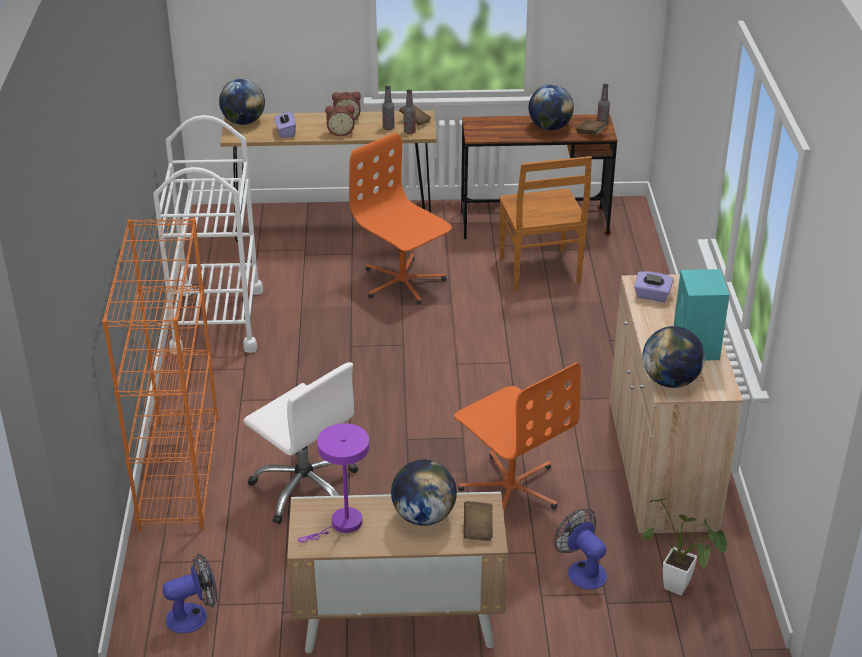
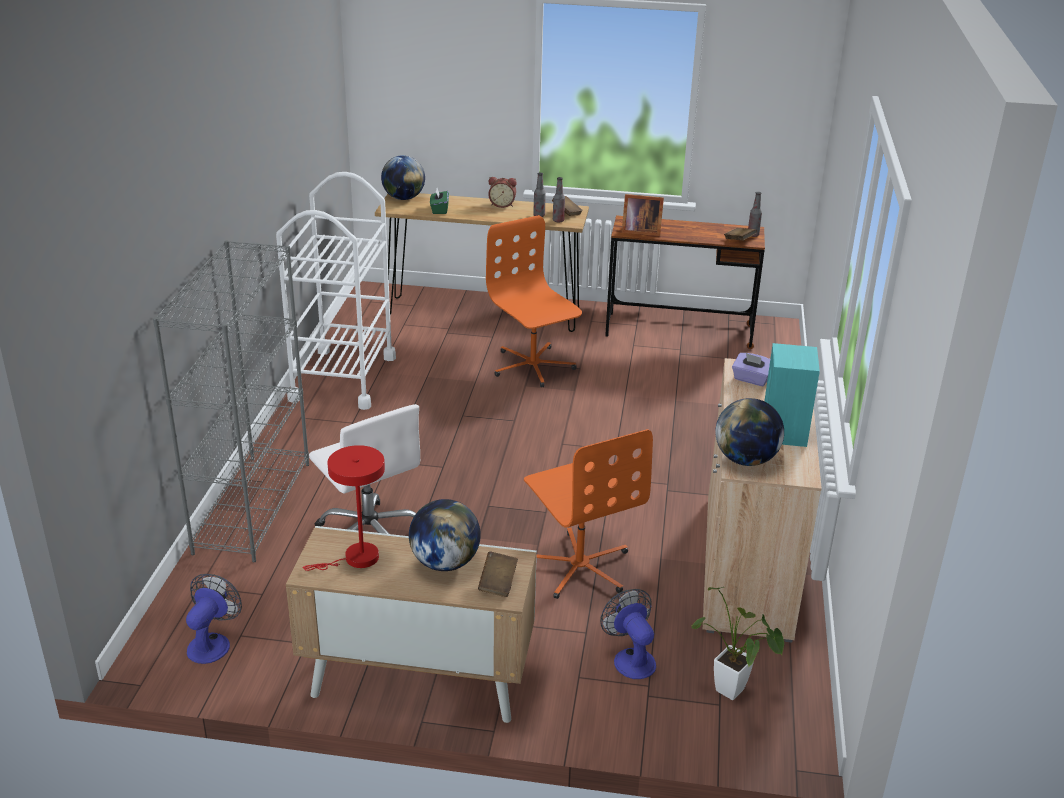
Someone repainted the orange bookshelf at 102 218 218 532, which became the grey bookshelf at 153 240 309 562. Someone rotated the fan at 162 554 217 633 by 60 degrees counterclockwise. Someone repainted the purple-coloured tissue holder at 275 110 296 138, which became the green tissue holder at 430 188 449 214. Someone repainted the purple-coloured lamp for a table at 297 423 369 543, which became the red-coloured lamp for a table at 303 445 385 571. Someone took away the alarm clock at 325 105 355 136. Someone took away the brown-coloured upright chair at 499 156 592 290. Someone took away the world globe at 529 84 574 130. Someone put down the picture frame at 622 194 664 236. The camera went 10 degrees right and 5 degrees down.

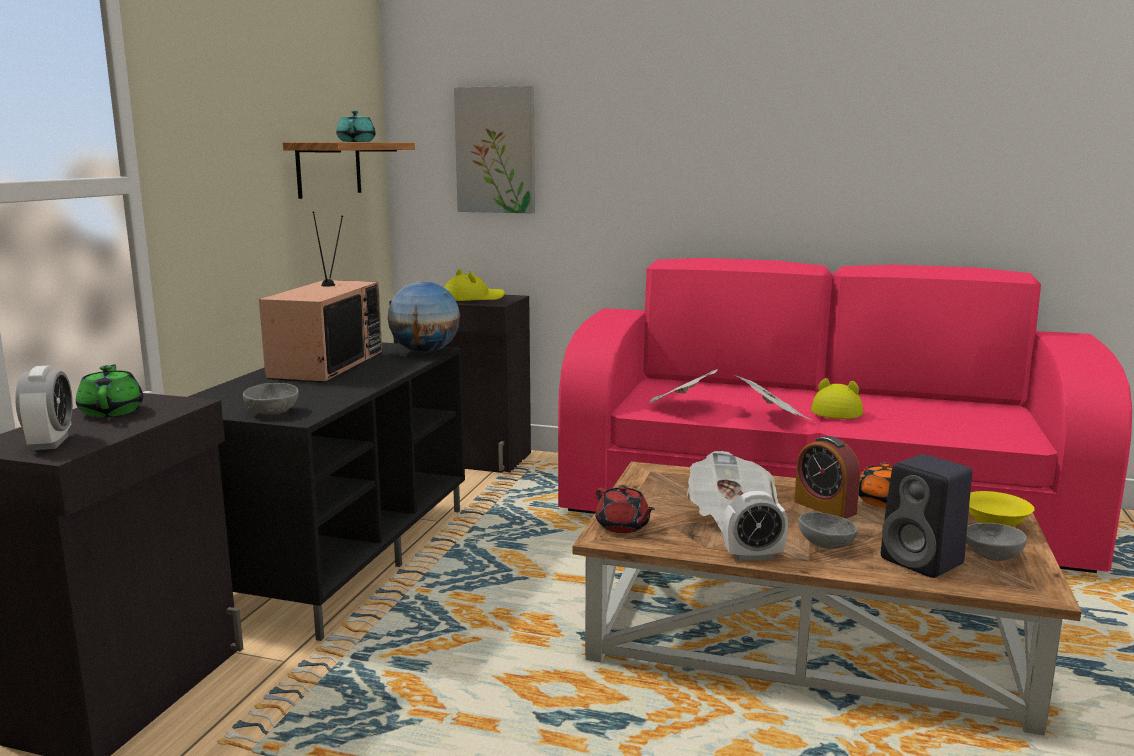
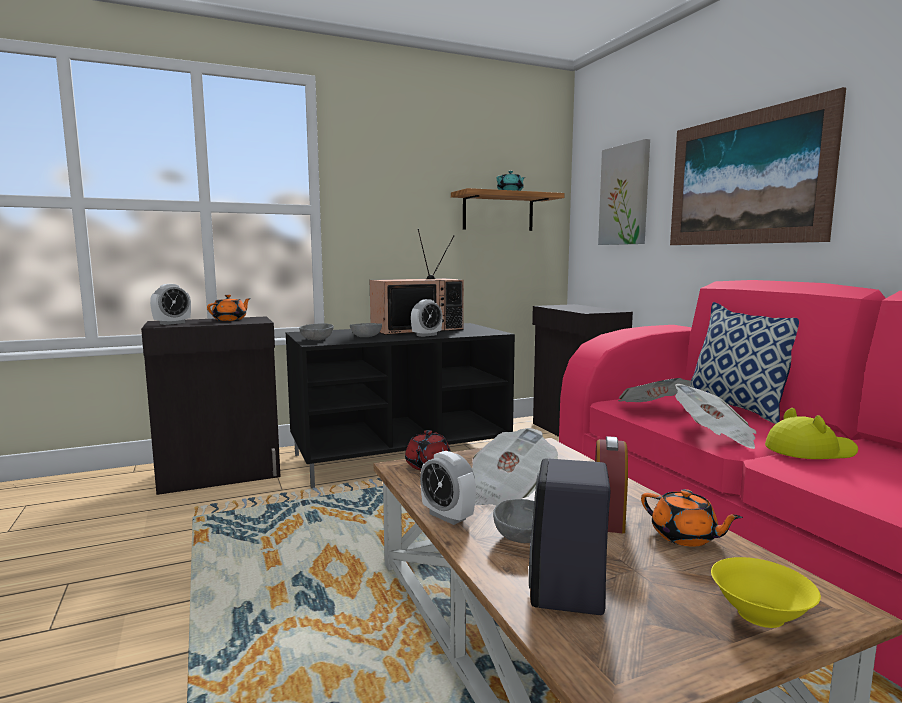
Someone repainted the green teapot at 76 364 143 417, which became the orange teapot at 207 295 251 321. Someone took away the world globe at 388 281 460 353. Someone took away the yellowish clothing hat at 444 269 505 301. Someone carried the grey bowl from 966 523 1027 561 to 350 323 382 337. Someone put down the alarm clock at 411 299 442 337. Someone put up the picture at 670 87 846 245. Someone put down the pillow at 690 302 799 424. The camera went 50 degrees right and 5 degrees down.

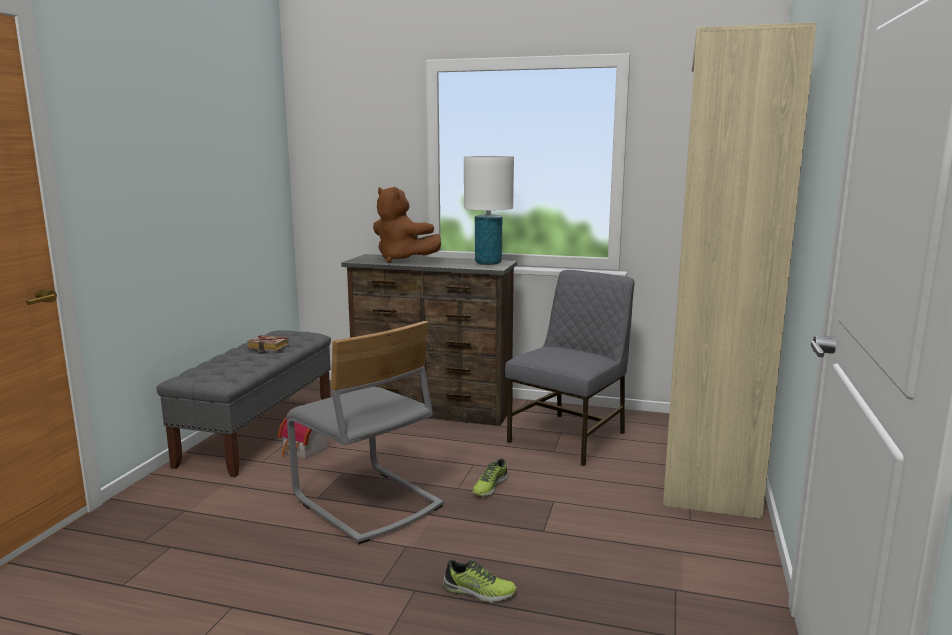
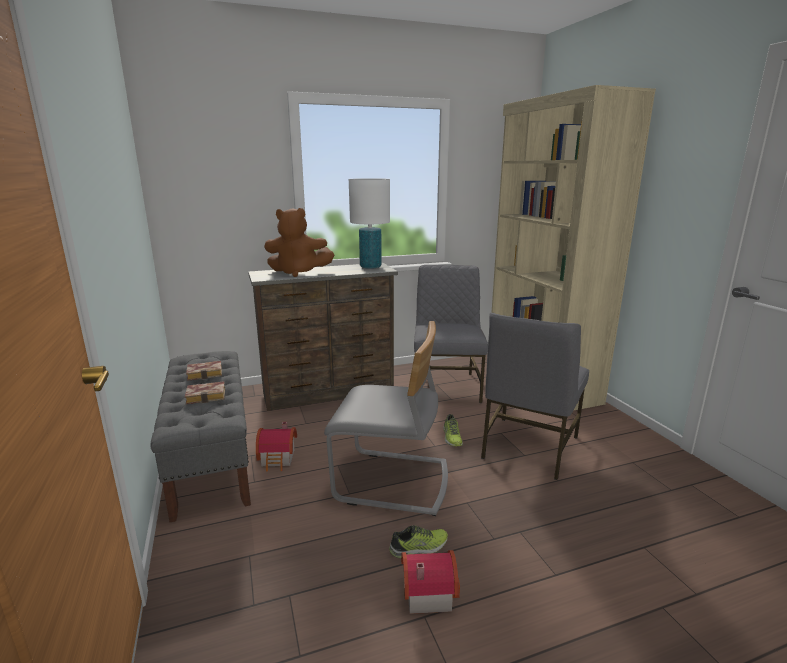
Someone carried the low shoe from 443 560 516 602 to 389 525 448 558. Someone put down the volume at 185 381 225 404. Someone put down the miniature house at 401 550 460 614. Someone put down the grey upright chair at 481 313 589 480. The camera went 35 degrees left and 5 degrees up.

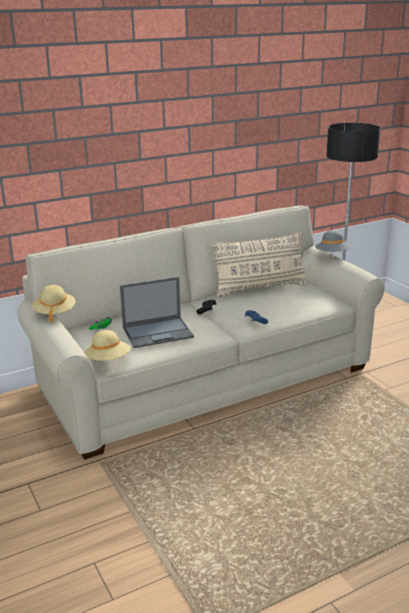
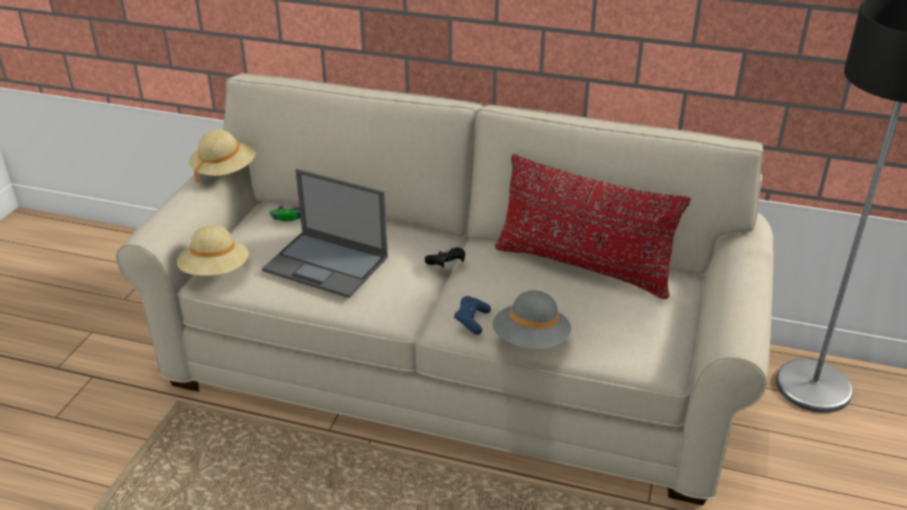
Someone repainted the beige-coloured pillow at 212 232 308 297, which became the red-coloured pillow at 495 154 691 299. Someone carried the grey clothing hat from 315 230 352 252 to 493 290 571 350. The camera went 45 degrees right and 10 degrees up.

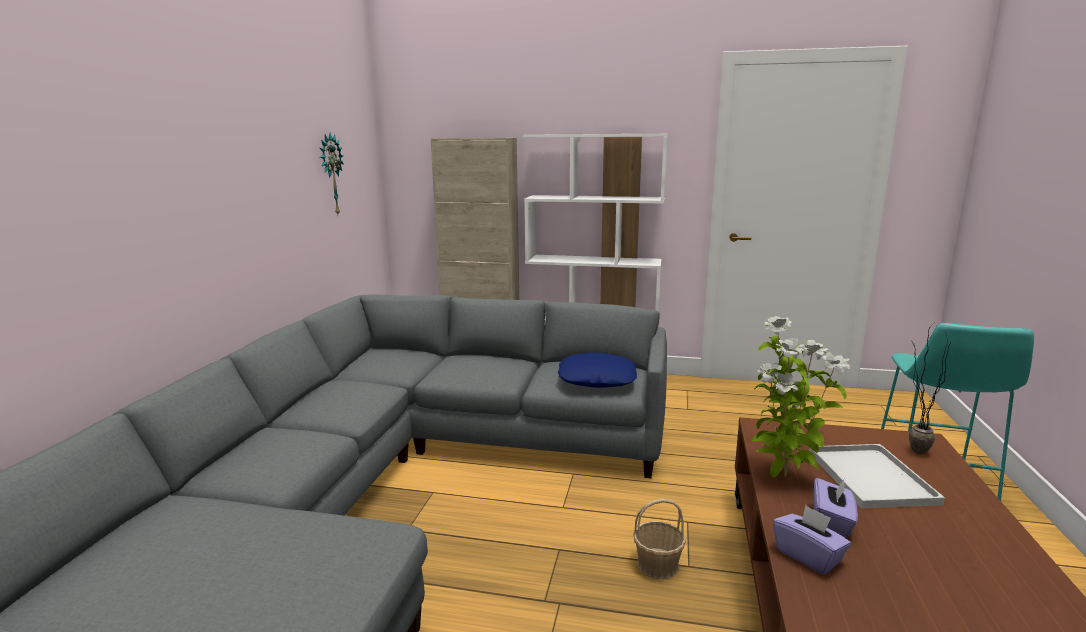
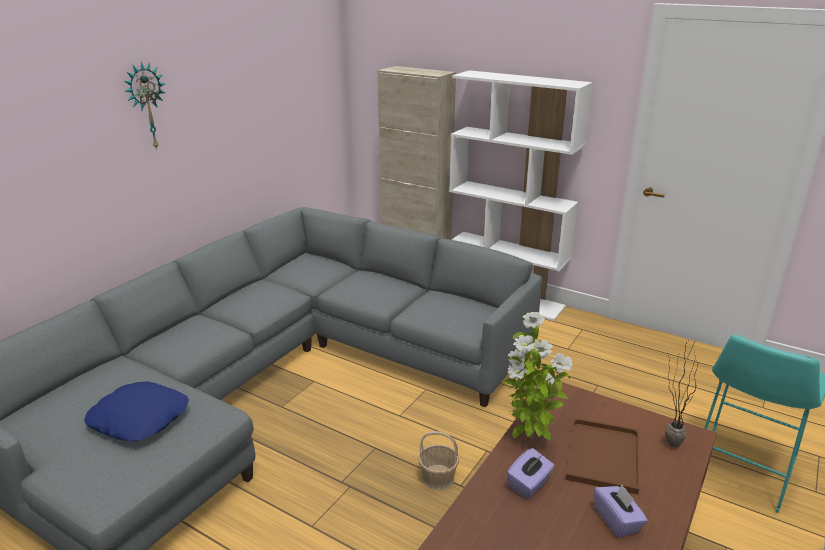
Someone carried the hanging clock from 320 133 344 214 to 124 62 166 150. Someone carried the blue-coloured pillow from 558 353 637 388 to 84 382 189 441. Someone carried the purple-coloured tissue holder from 773 505 851 575 to 594 485 648 538. Someone repainted the whitish carrying tray at 809 444 945 508, which became the brown-coloured carrying tray at 566 418 639 495. The camera went 20 degrees right and 10 degrees up.

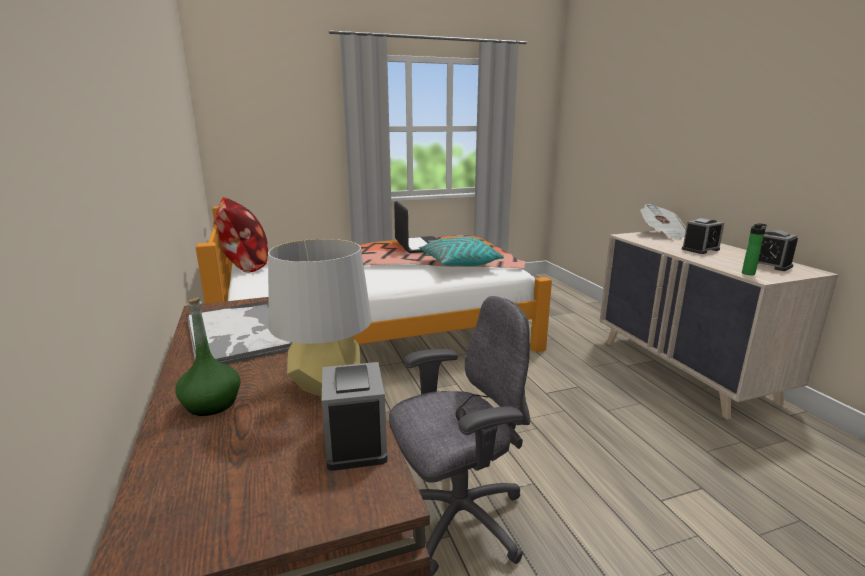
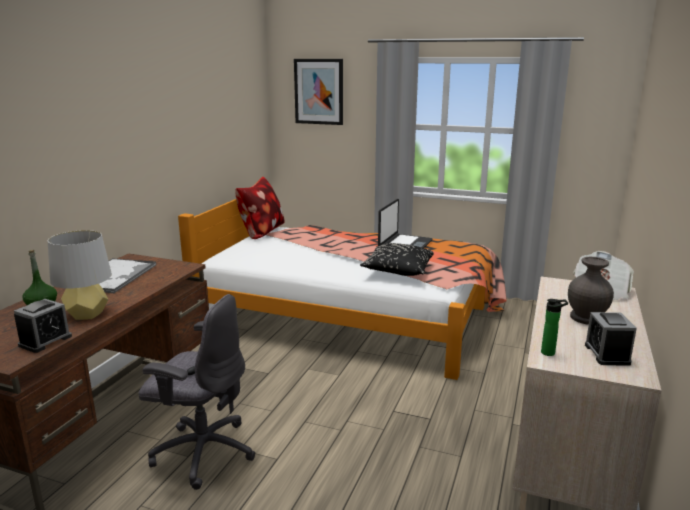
Someone repainted the turquoise pillow at 419 237 504 266, which became the black-coloured pillow at 360 243 434 276. Someone swapped the alarm clock at 682 218 724 254 for the grey vase at 568 257 614 325. Someone put up the picture at 294 59 343 125. The camera went 40 degrees right and 0 degrees up.

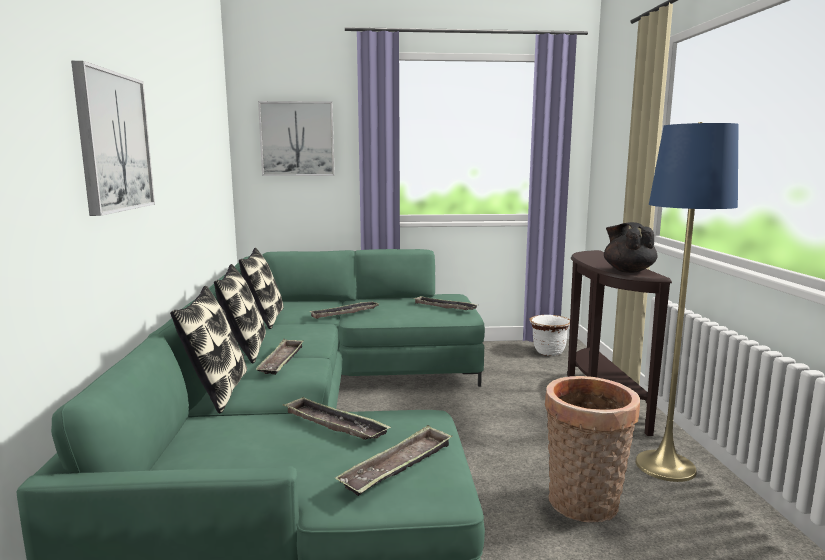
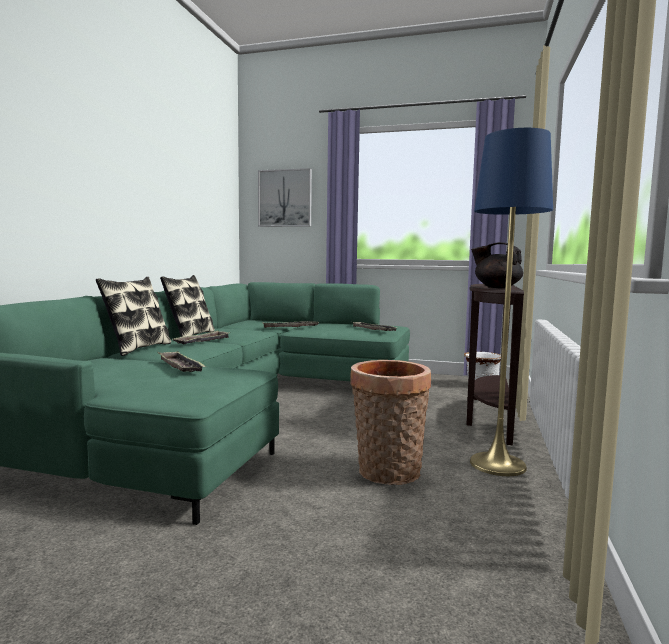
Someone took away the picture at 71 61 155 216. Someone took away the pillow at 239 248 284 329. Someone took away the carrying tray at 335 425 452 496. Someone rotated the black-coloured teapot at 604 222 657 273 by 60 degrees counterclockwise. The camera went 20 degrees right and 5 degrees down.

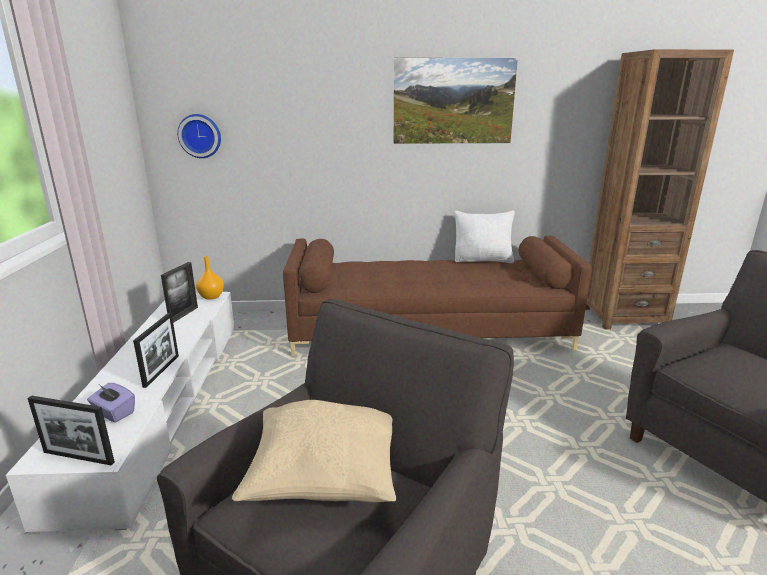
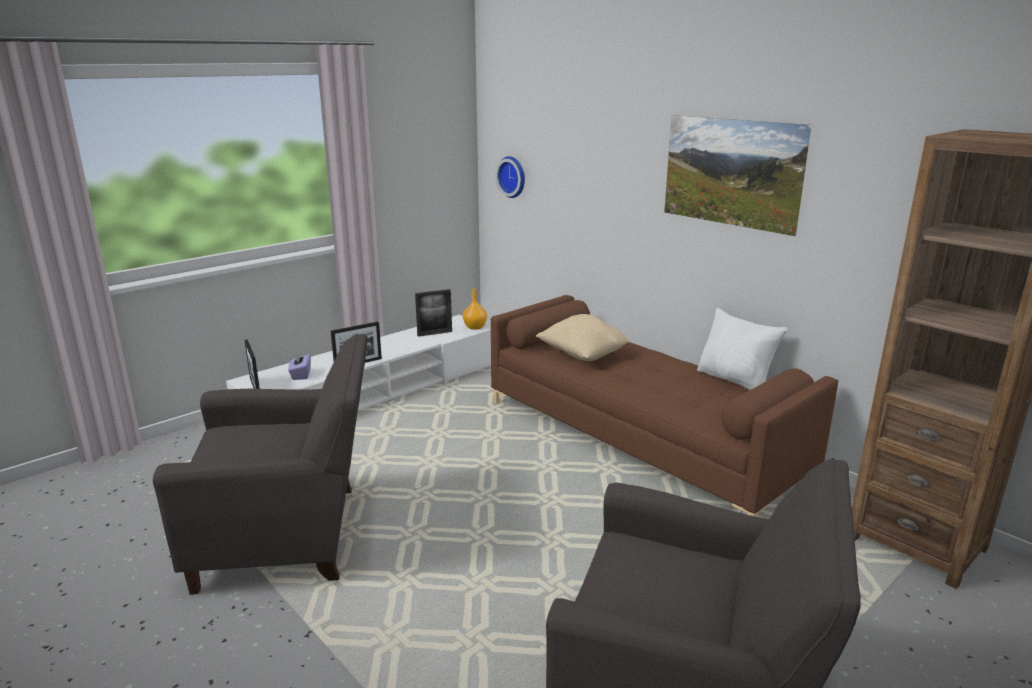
Someone carried the beige-coloured pillow from 232 400 396 503 to 536 314 631 361. The camera went 50 degrees right and 0 degrees up.

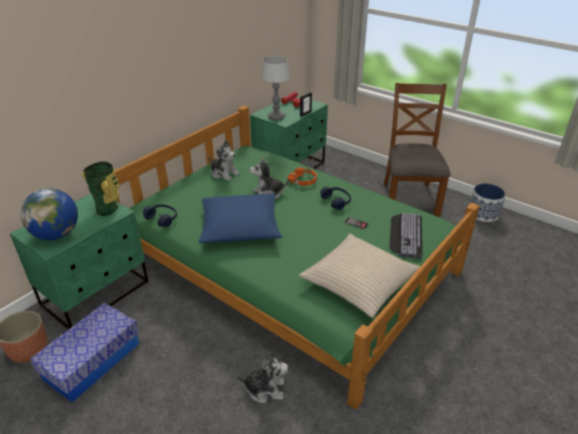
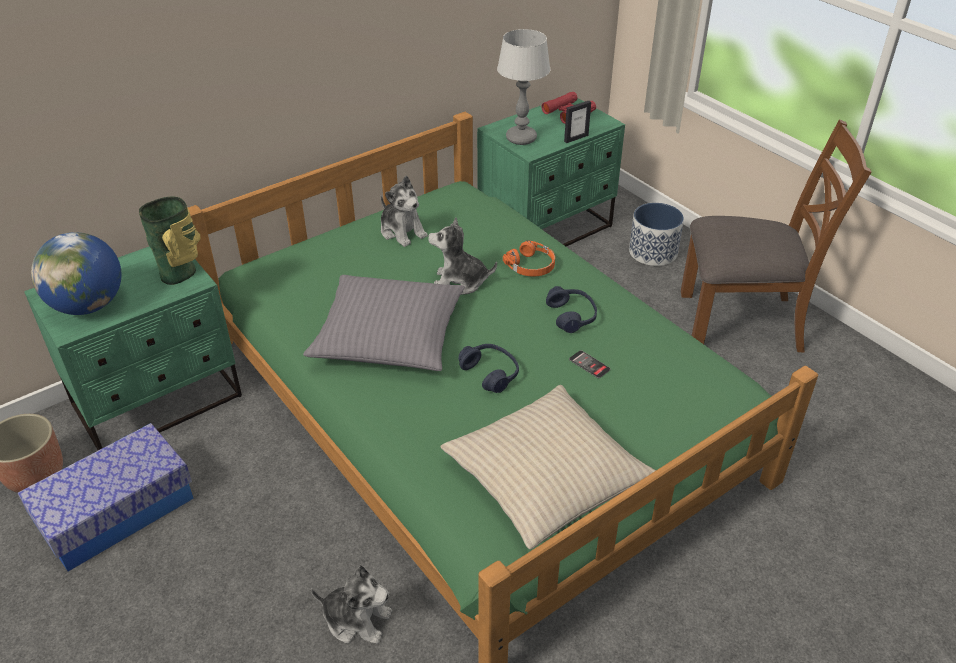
Someone carried the blue-coloured headphones from 143 204 177 227 to 458 344 519 393. Someone repainted the blue-coloured pillow at 198 194 282 243, which became the grey pillow at 303 275 465 371. Someone rotated the brown-coloured upright chair at 384 83 450 217 by 75 degrees clockwise. Someone took away the computer keyboard at 389 213 422 259. Someone carried the planter from 470 183 506 222 to 629 203 684 266. The camera went 15 degrees right and 5 degrees up.

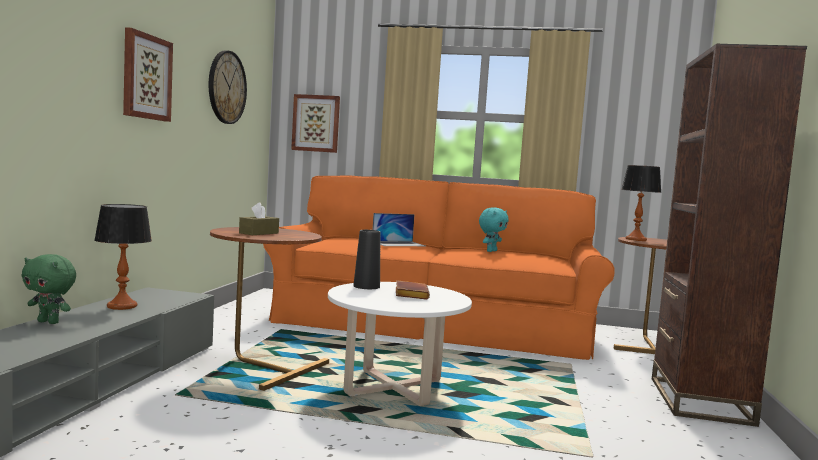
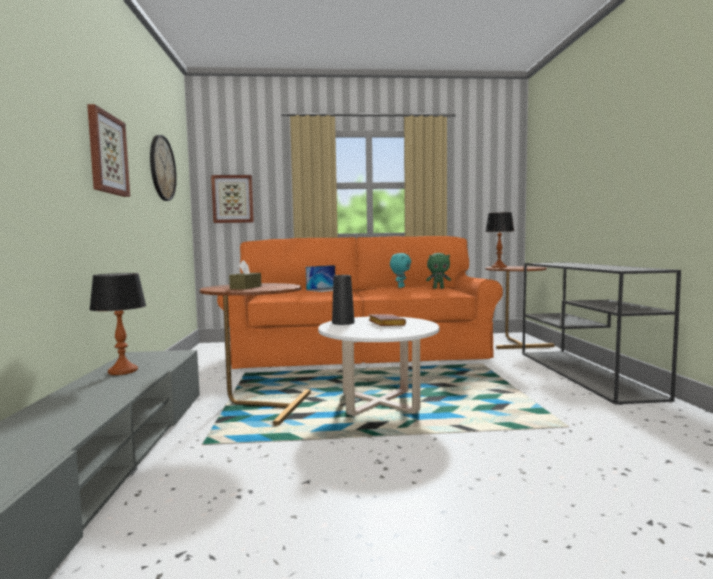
Someone carried the green plush toy from 21 254 76 324 to 426 253 451 289. Someone swapped the brown-coloured bookshelf at 652 44 807 427 for the grey hall table at 522 262 681 404. The camera went 15 degrees left and 0 degrees up.

